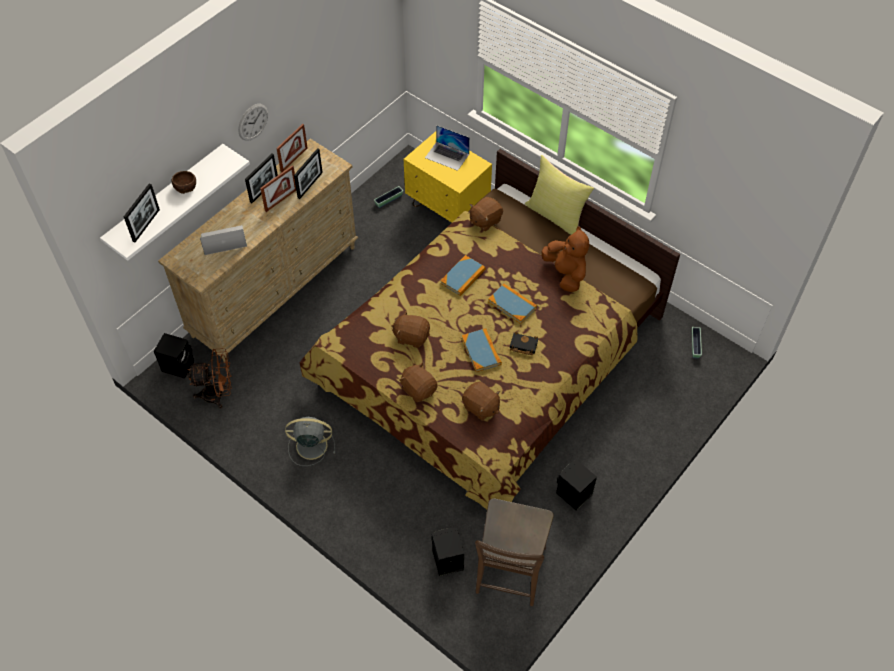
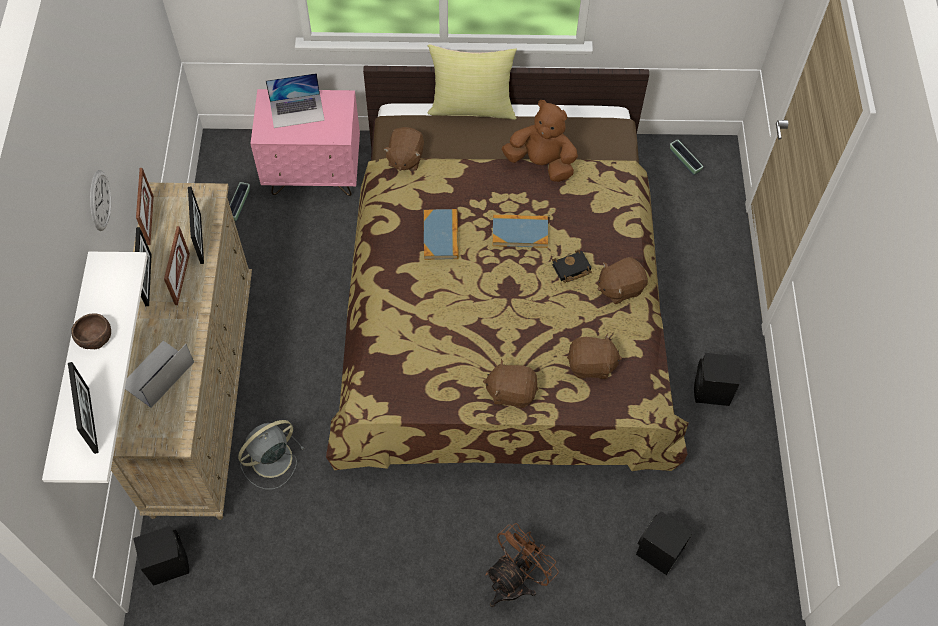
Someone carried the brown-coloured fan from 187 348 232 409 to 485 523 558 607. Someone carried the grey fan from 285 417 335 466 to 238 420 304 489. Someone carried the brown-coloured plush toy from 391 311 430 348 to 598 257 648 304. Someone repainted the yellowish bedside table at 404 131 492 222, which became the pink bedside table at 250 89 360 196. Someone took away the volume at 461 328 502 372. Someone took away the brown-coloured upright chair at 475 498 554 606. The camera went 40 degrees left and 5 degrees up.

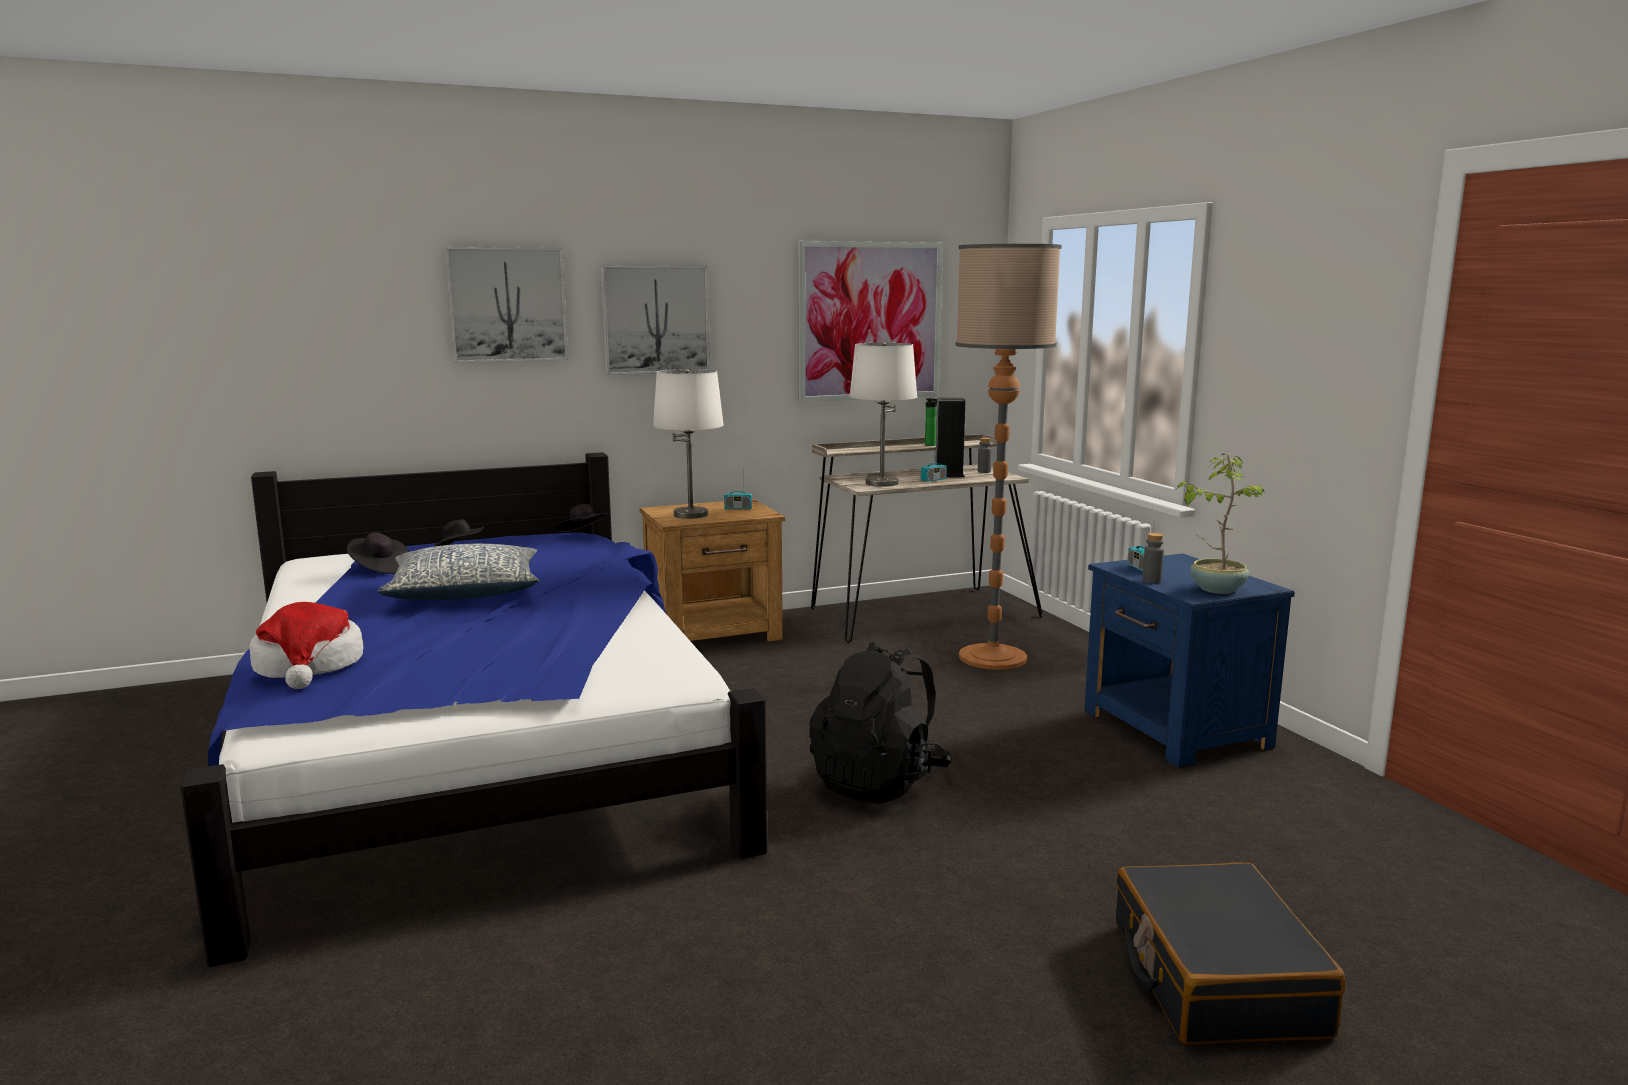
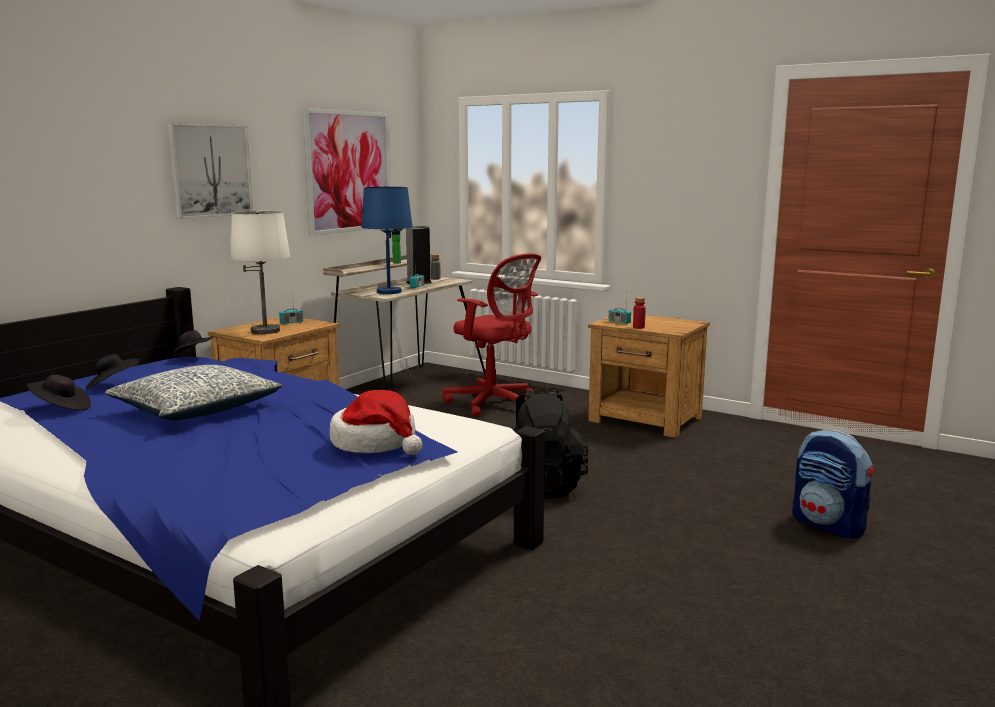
Someone carried the clothing hat from 249 602 363 689 to 330 390 422 455. Someone took away the picture at 445 247 568 363. Someone repainted the whitish lamp for a table at 849 342 917 487, which became the blue-coloured lamp for a table at 361 186 413 294. Someone swapped the standard lamp at 955 244 1062 670 for the red-coloured desk chair at 443 254 541 417. Someone repainted the blue-coloured bedside table at 1084 553 1295 768, which became the brown-coloured bedside table at 588 313 710 438. Someone swapped the black-coloured suitcase at 1116 862 1346 1044 for the rucksack at 792 430 874 539. Someone repainted the grey beverage bottle at 1142 533 1164 583, which became the red-coloured beverage bottle at 633 297 646 329. Someone took away the potted plant at 1177 454 1265 594. The camera went 35 degrees left and 0 degrees up.

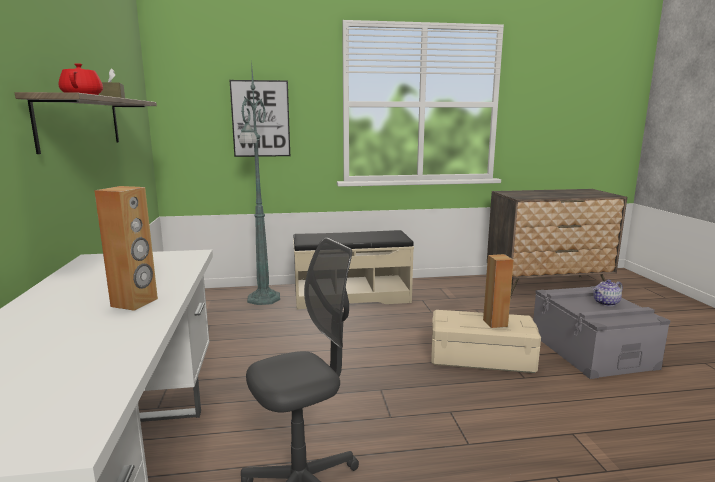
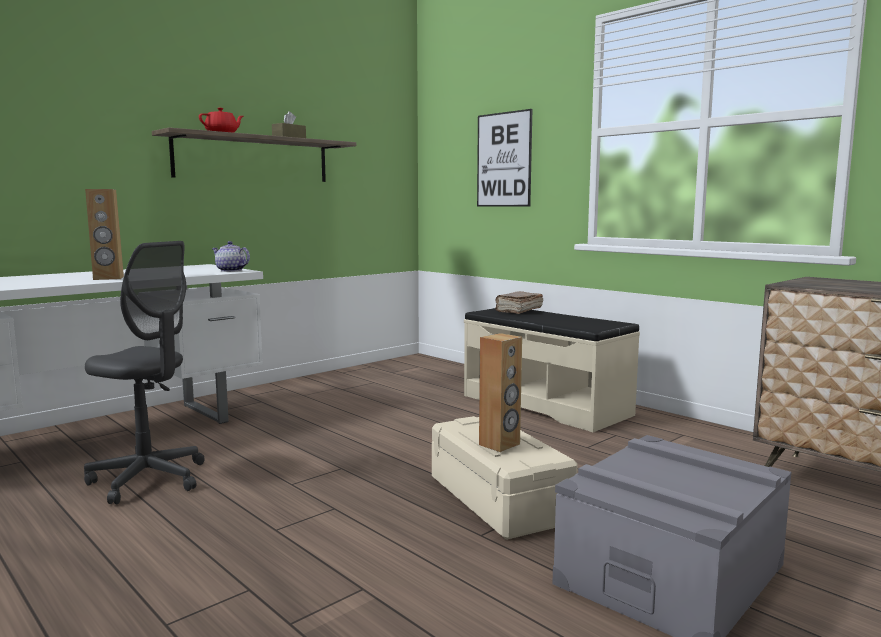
Someone took away the green standard lamp at 239 70 280 305. Someone carried the teapot from 593 280 623 306 to 212 241 250 272. Someone put down the brown-coloured volume at 495 291 543 314. The camera went 55 degrees right and 5 degrees down.

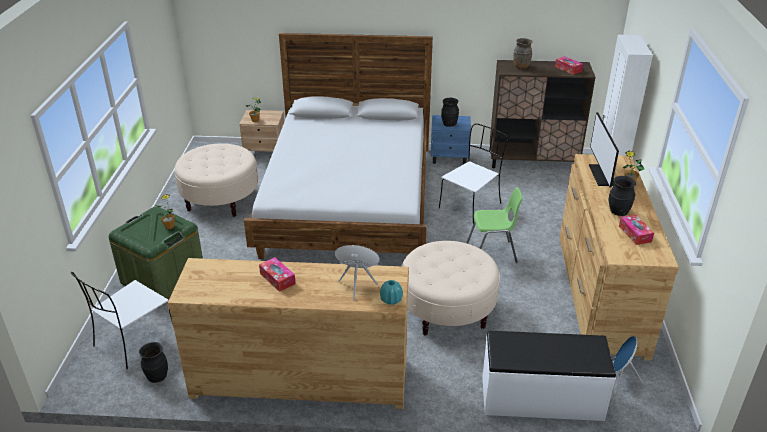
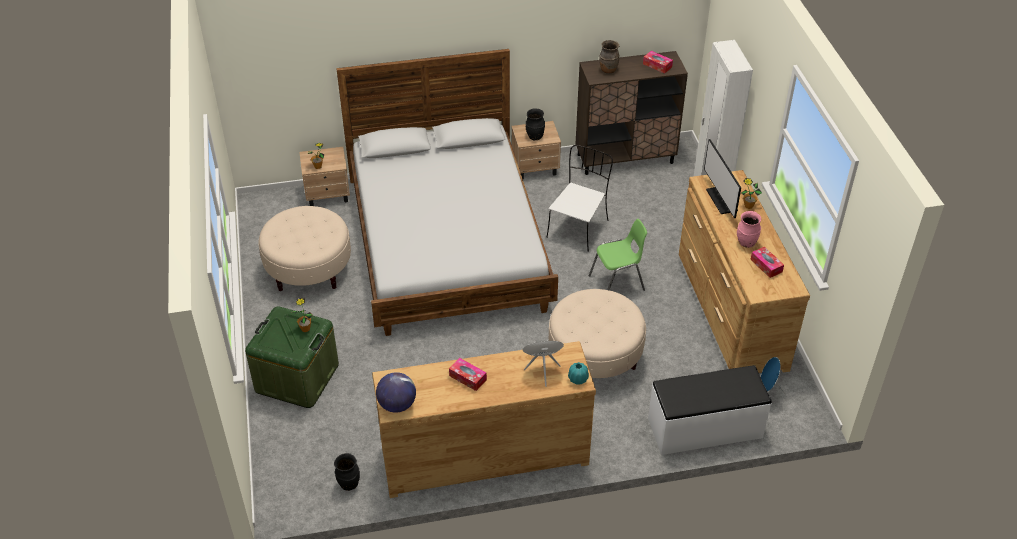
Someone took away the whitish upright chair at 71 272 174 369. Someone repainted the blue-coloured bedside table at 431 115 471 164, which became the beige-coloured bedside table at 512 121 561 179. Someone repainted the black-coloured vase at 609 176 636 216, which became the pink vase at 737 211 761 248. Someone put down the world globe at 376 372 416 413. The camera went 15 degrees left and 10 degrees up.

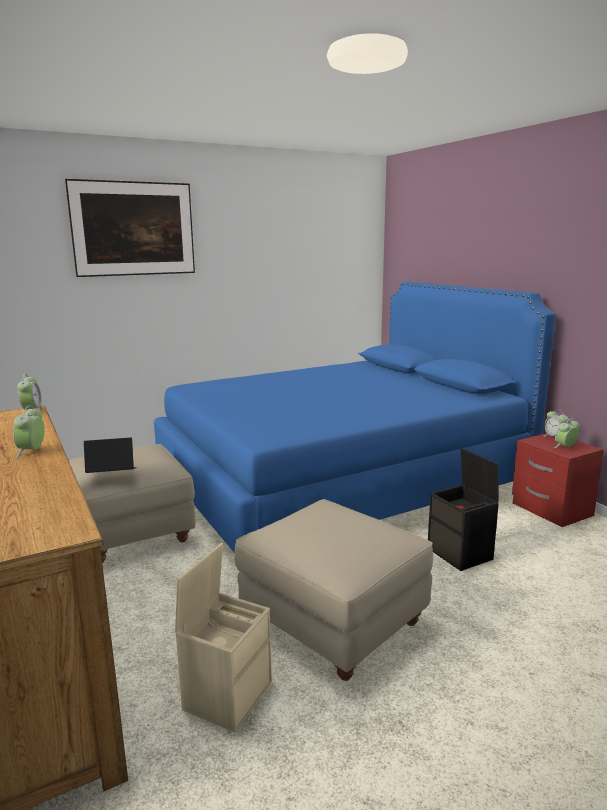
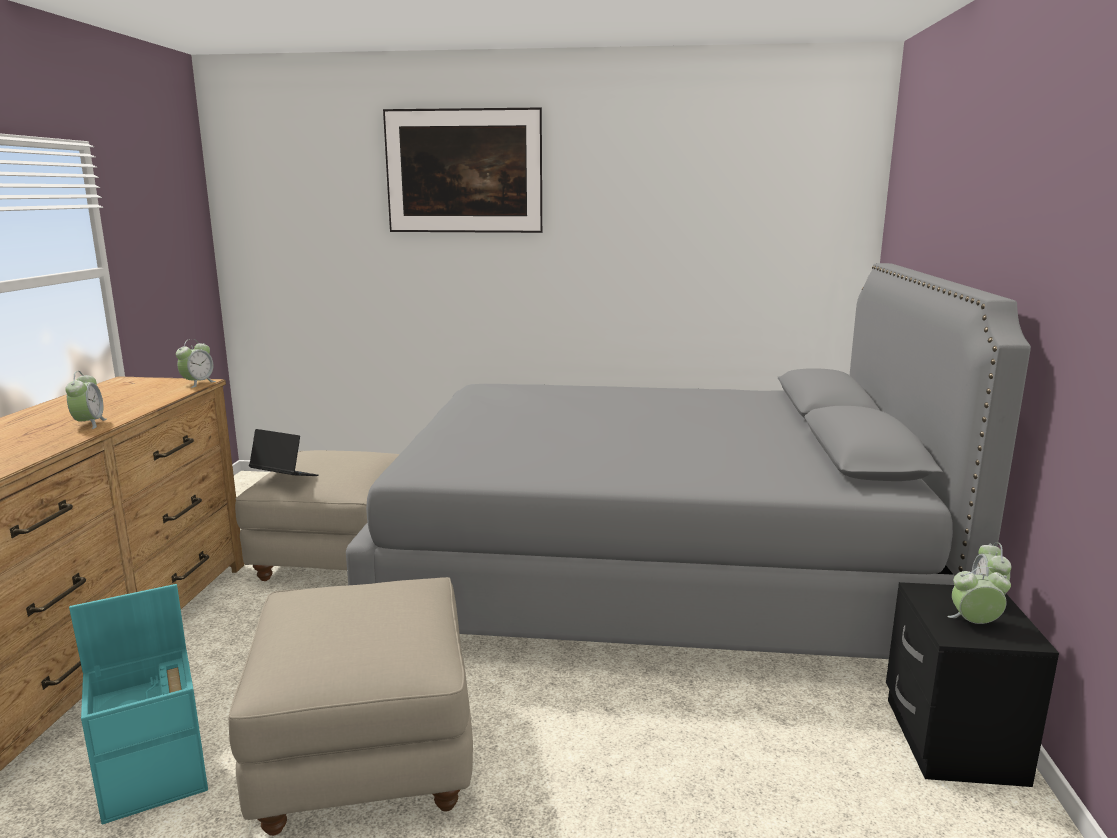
Someone rotated the alarm clock at 13 405 45 458 by 135 degrees clockwise. Someone repainted the blue-coloured bed at 154 282 556 553, which became the grey bed at 346 263 1031 659. Someone repainted the beige-coloured storage container at 175 543 272 732, which became the turquoise storage container at 69 584 208 825. Someone took away the black-coloured storage container at 428 448 499 571. Someone repainted the red-coloured bedside table at 512 433 604 527, which became the black-coloured bedside table at 886 582 1059 787. The camera went 35 degrees right and 0 degrees up.

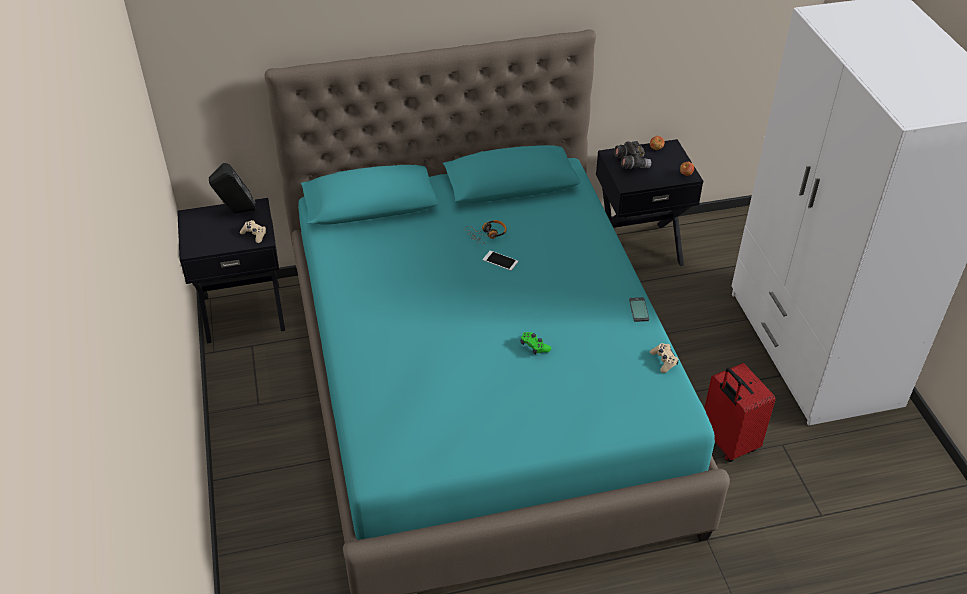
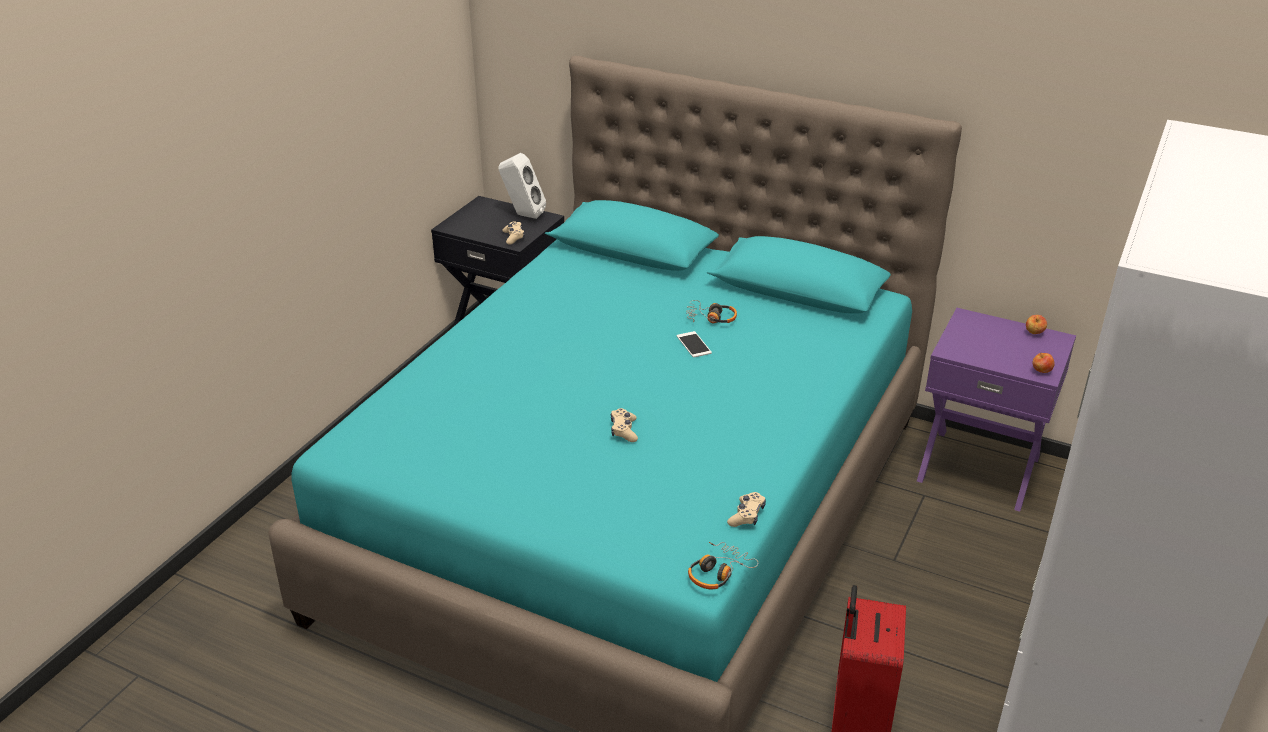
Someone repainted the black-coloured audio speaker at 209 163 256 214, which became the whitish audio speaker at 498 153 546 219. Someone repainted the green gamepad at 520 332 551 355, which became the beige-coloured gamepad at 611 408 638 442. Someone repainted the black-coloured bedside table at 596 139 703 266, which became the purple-coloured bedside table at 917 308 1076 511. Someone took away the grey field glasses at 614 141 651 169. Someone took away the telephone at 629 297 649 322. Someone put down the headphones at 688 542 758 589. The camera went 40 degrees right and 10 degrees down.

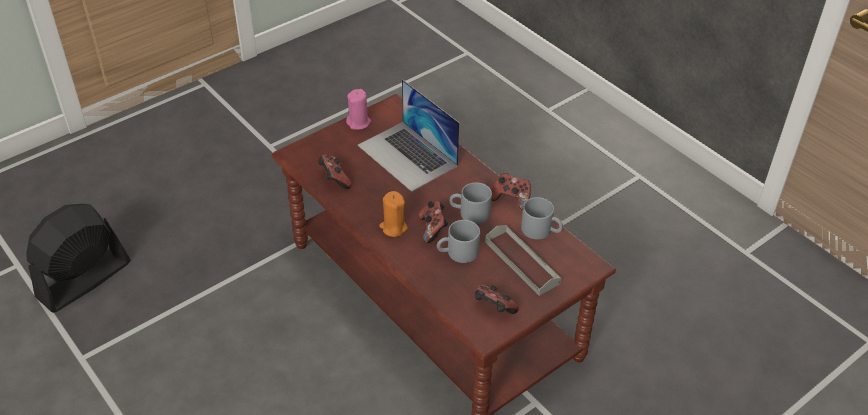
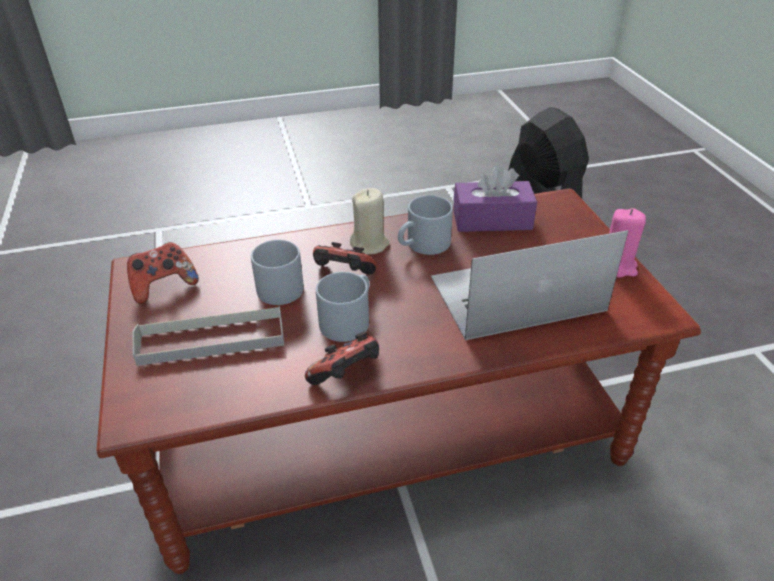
Someone swapped the gamepad at 318 155 351 189 for the purple-coloured tissue holder at 453 165 537 232. Someone repainted the orange wax light at 379 191 408 237, which became the beige-coloured wax light at 350 188 389 254. Someone carried the grey coffee mug from 521 197 563 239 to 398 195 453 255. The camera went 115 degrees right and 5 degrees down.

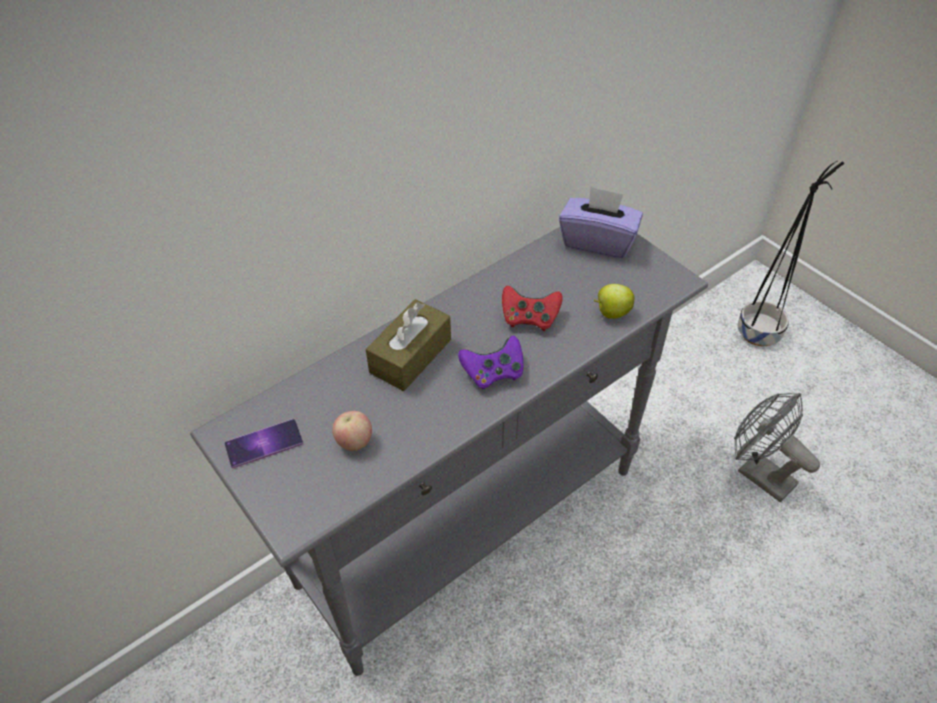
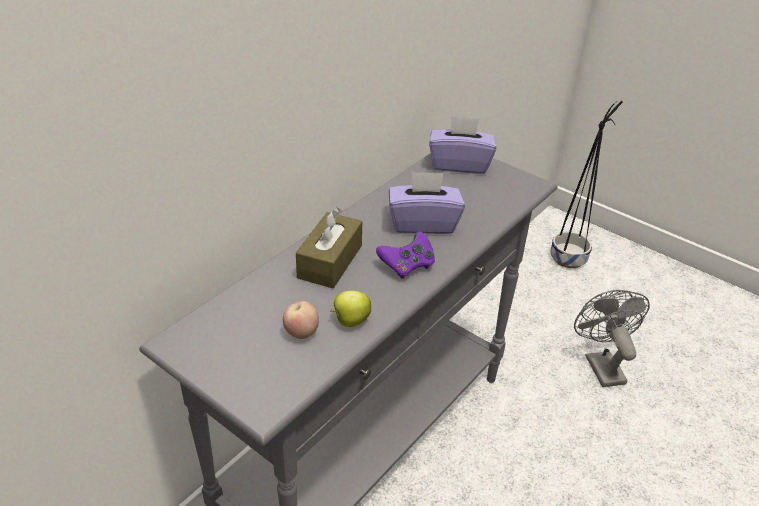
Someone took away the telephone at 225 419 303 468. Someone swapped the red-coloured gamepad at 502 286 563 331 for the purple-coloured tissue holder at 389 171 465 234. Someone carried the apple from 594 284 634 319 to 331 291 371 327. Someone rotated the grey fan at 734 393 820 502 by 45 degrees clockwise. The camera went 15 degrees left and 10 degrees down.

